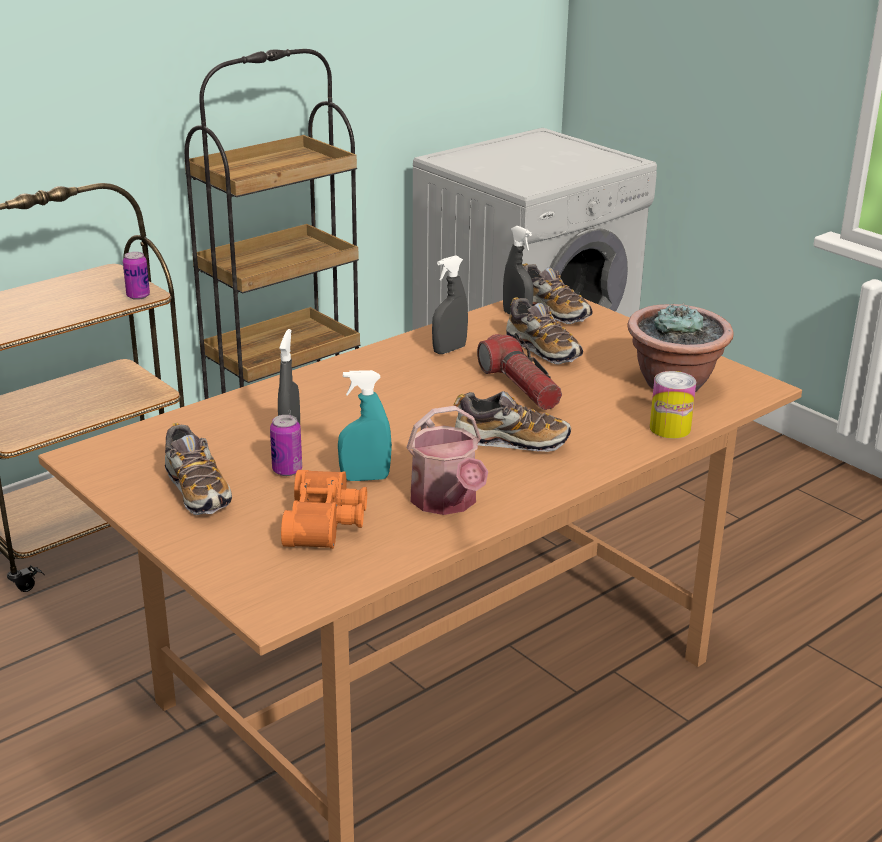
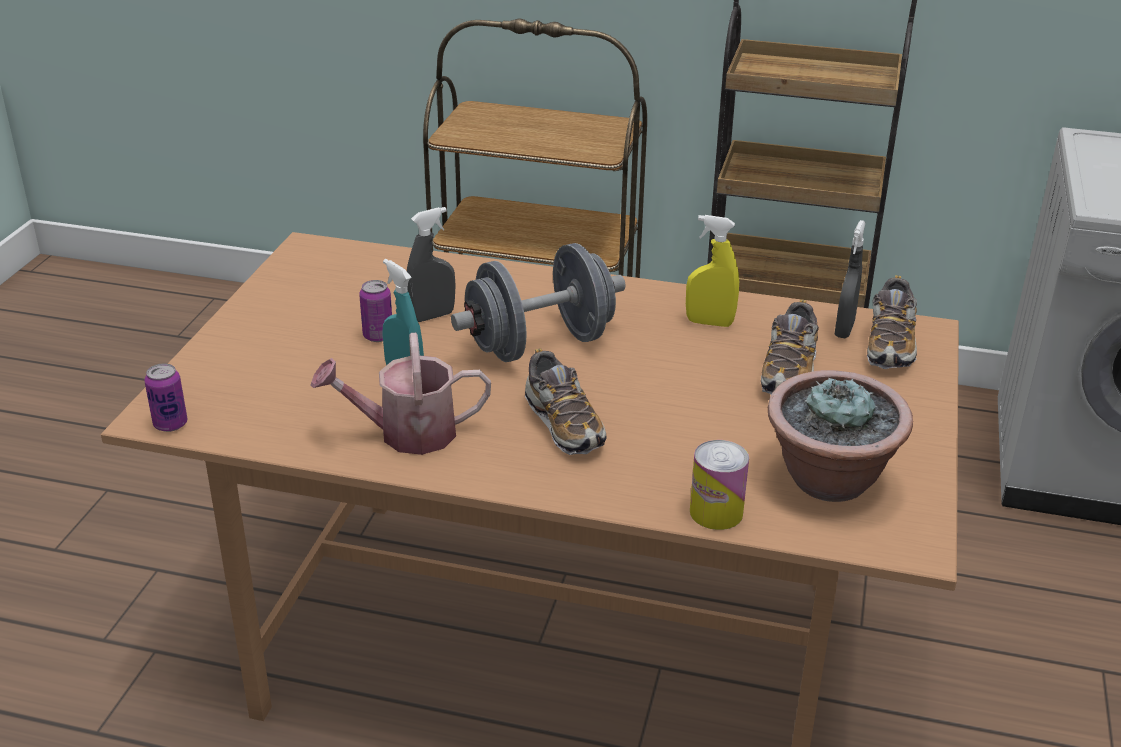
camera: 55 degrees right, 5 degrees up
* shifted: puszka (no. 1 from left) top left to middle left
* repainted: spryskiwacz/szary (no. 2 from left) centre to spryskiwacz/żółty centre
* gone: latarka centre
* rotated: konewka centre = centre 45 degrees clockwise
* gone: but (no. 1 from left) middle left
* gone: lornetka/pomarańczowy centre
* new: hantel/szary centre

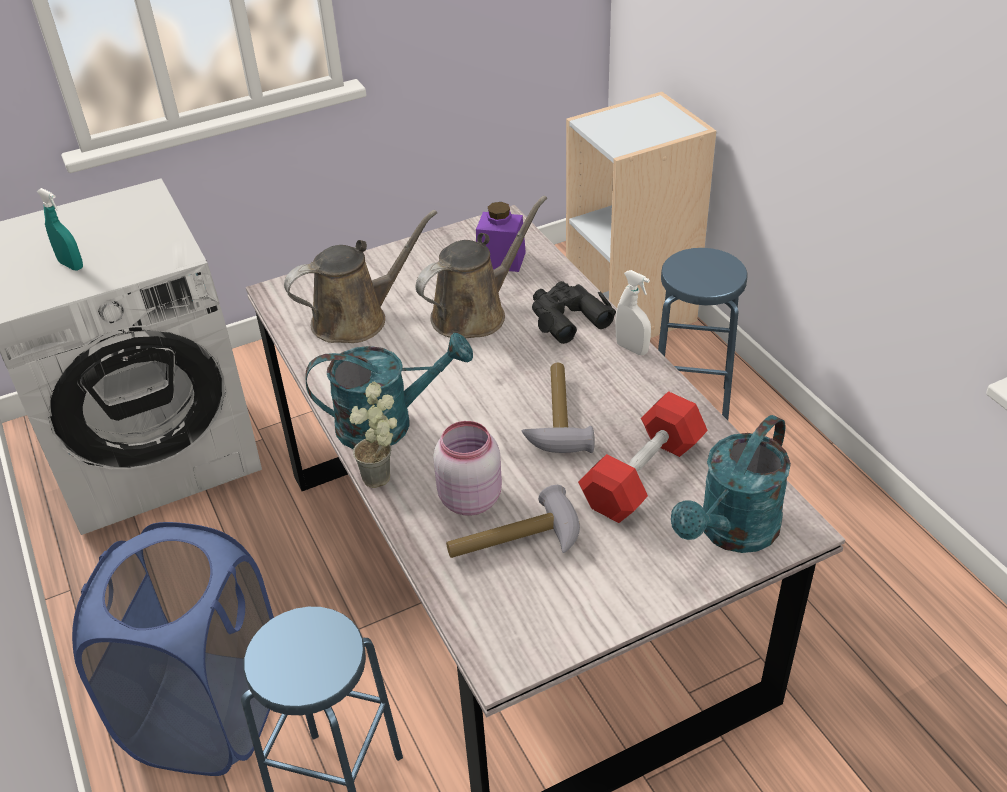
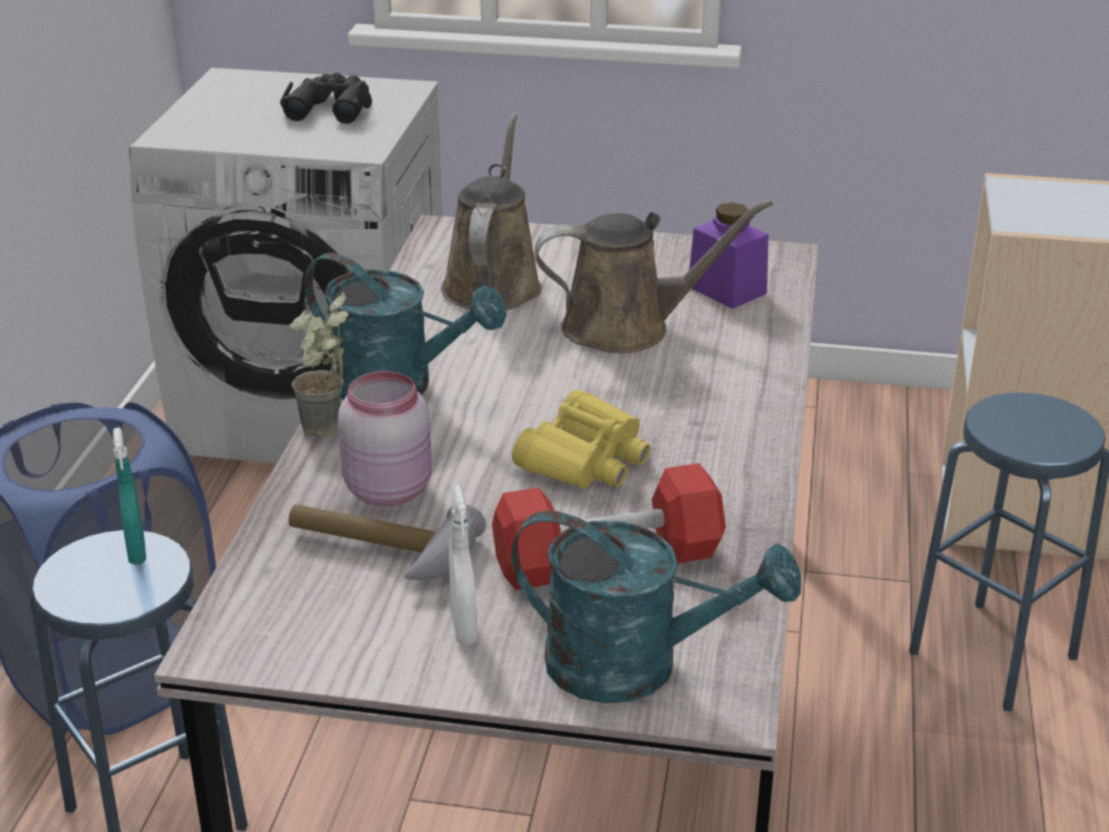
camera: 35 degrees right, 10 degrees down
* shifted: spryskiwacz/turkusowy top left to middle left
* rotated: konewka/brązowy (no. 1 from left) centre = top centre 90 degrees counterclockwise
* shifted: spryskiwacz/biały centre to bottom centre
* shifted: lornetka/czarny centre to top left
* swapped: młotek (no. 2 from left) centre to lornetka/żółty centre
* rotated: konewka/turkusowy (no. 2 from left) middle right = bottom centre 150 degrees counterclockwise

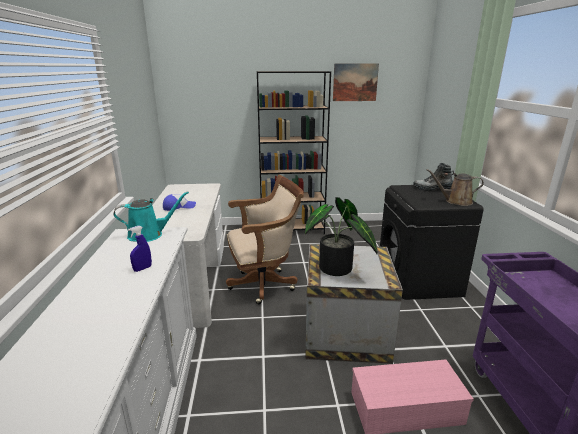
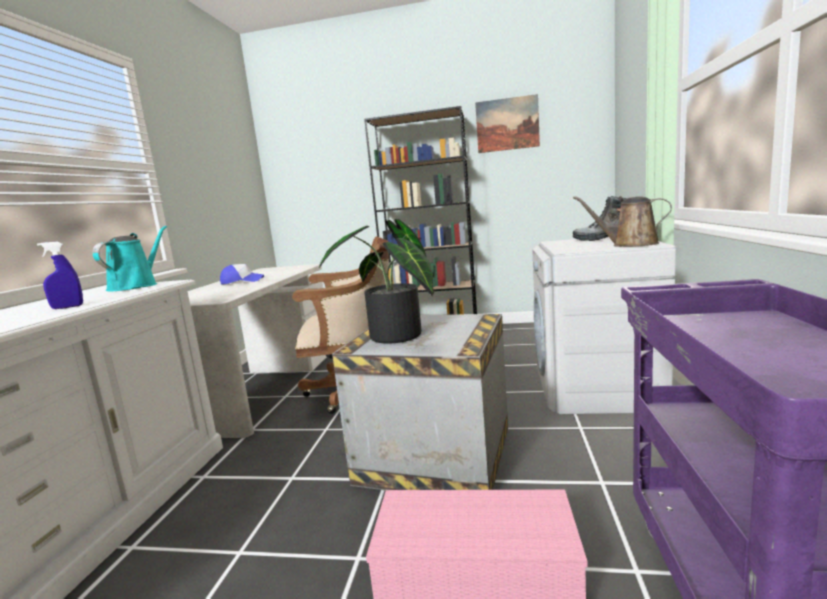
camera: 15 degrees right, 10 degrees down
* repainted: pralka/czarny middle right to pralka/biały middle right
* rotated: konewka/turkusowy middle left = middle left 75 degrees counterclockwise

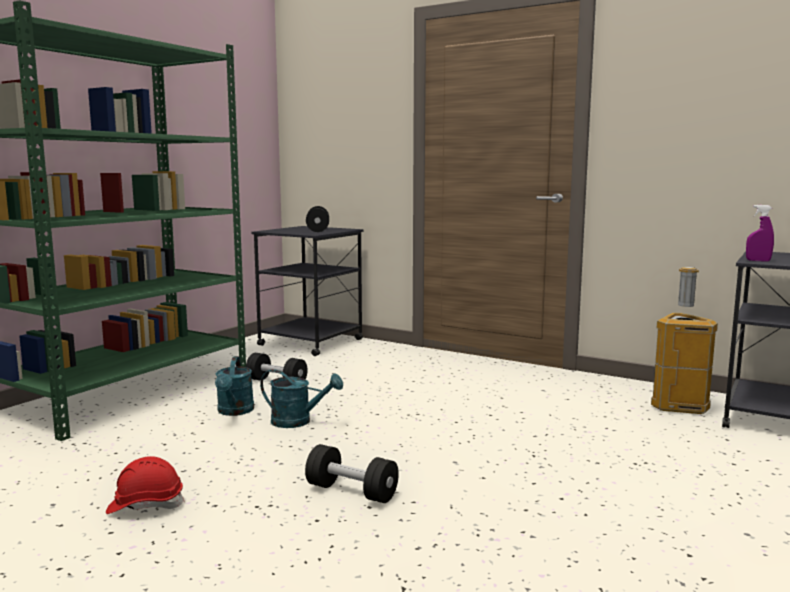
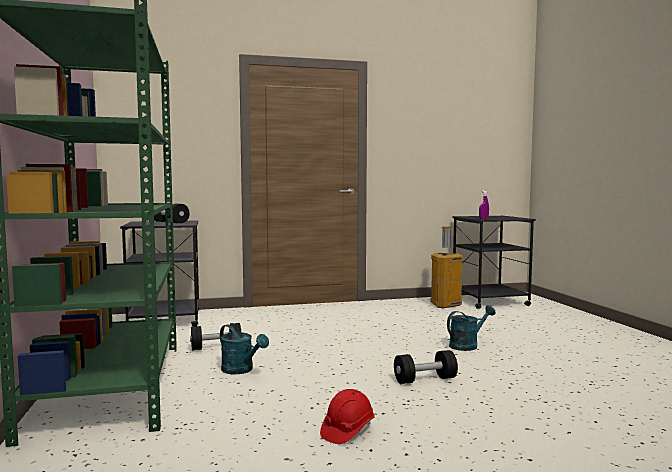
camera: 45 degrees left, 5 degrees down
* shifted: konewka/turkusowy (no. 2 from left) bottom centre to bottom right

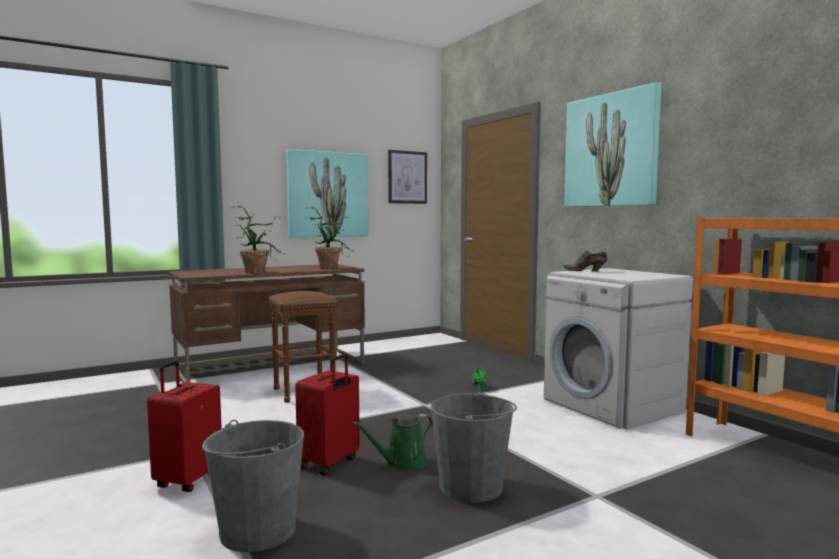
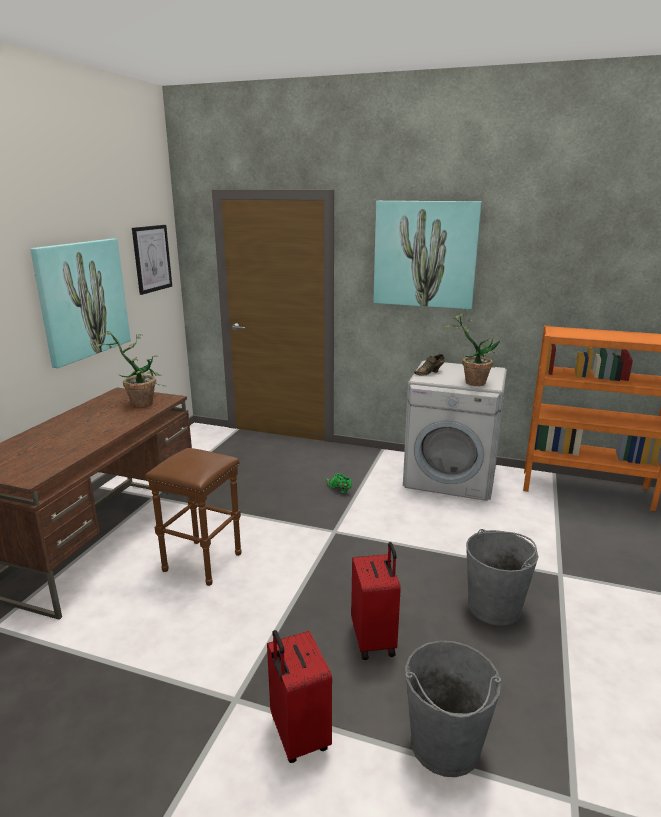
camera: 40 degrees left, 15 degrees up
* shifted: roślina doniczkowa (no. 1 from left in the first image) middle left to roślina doniczkowa (no. 2 from left) middle right
* gone: konewka/zielony bottom centre

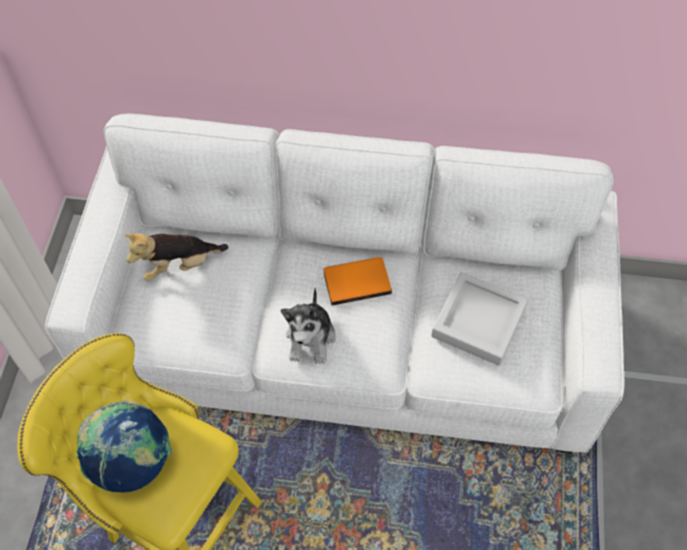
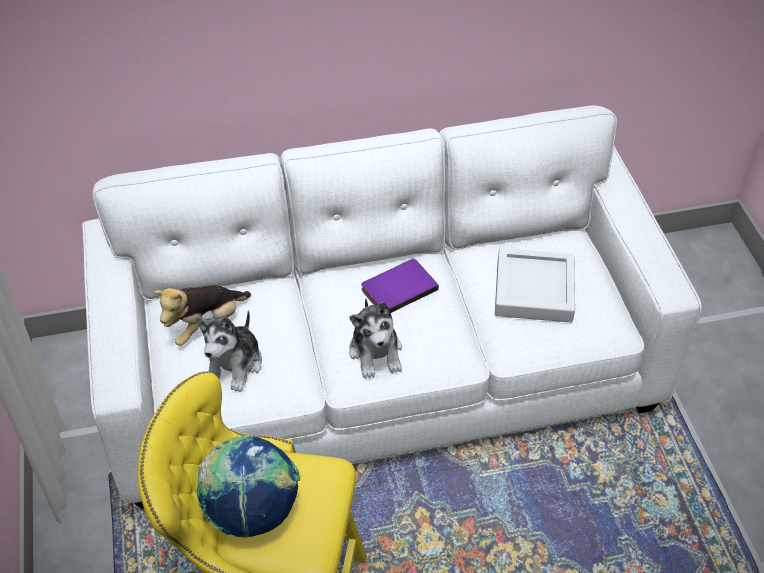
camera: 20 degrees left, 10 degrees down
* repainted: książka/pomarańczowy centre to książka/fioletowy centre
* new: pluszak (no. 2 from left) middle left

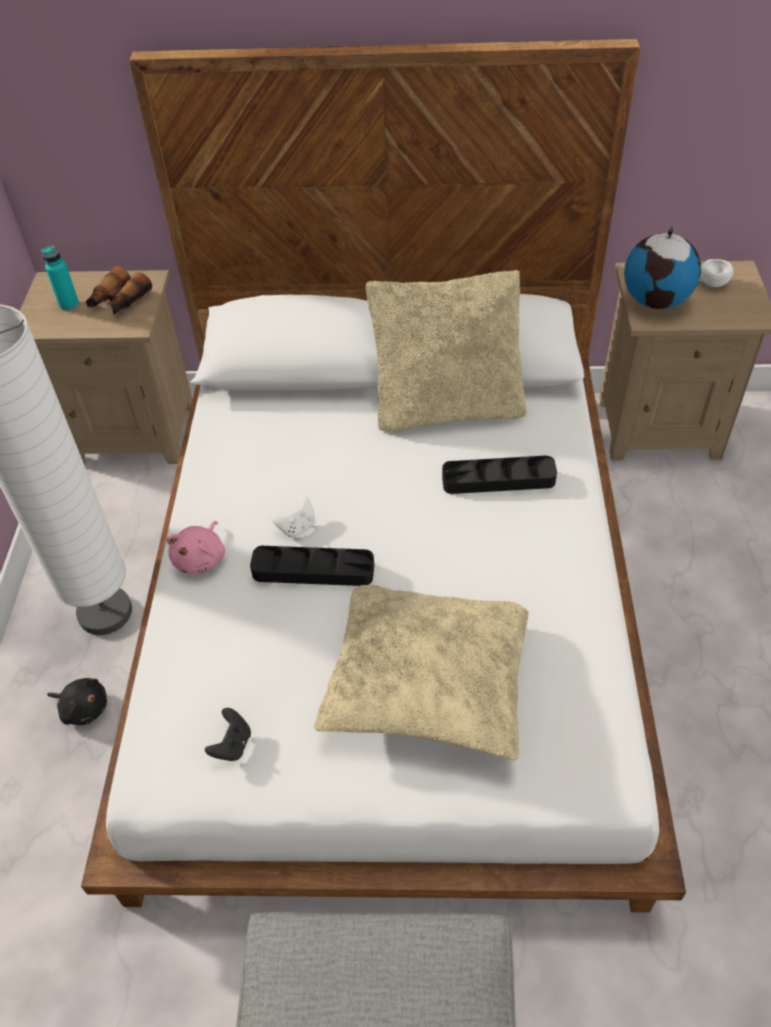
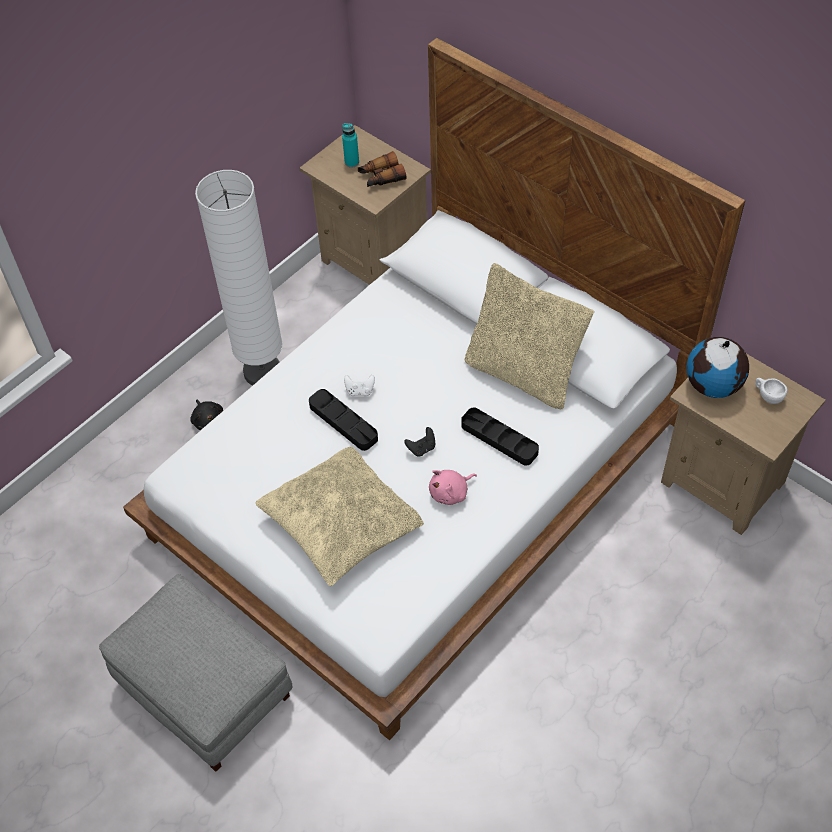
camera: 40 degrees right, 5 degrees up
* shifted: pluszak/różowy middle left to centre
* shifted: pad do gier/czarny bottom left to centre

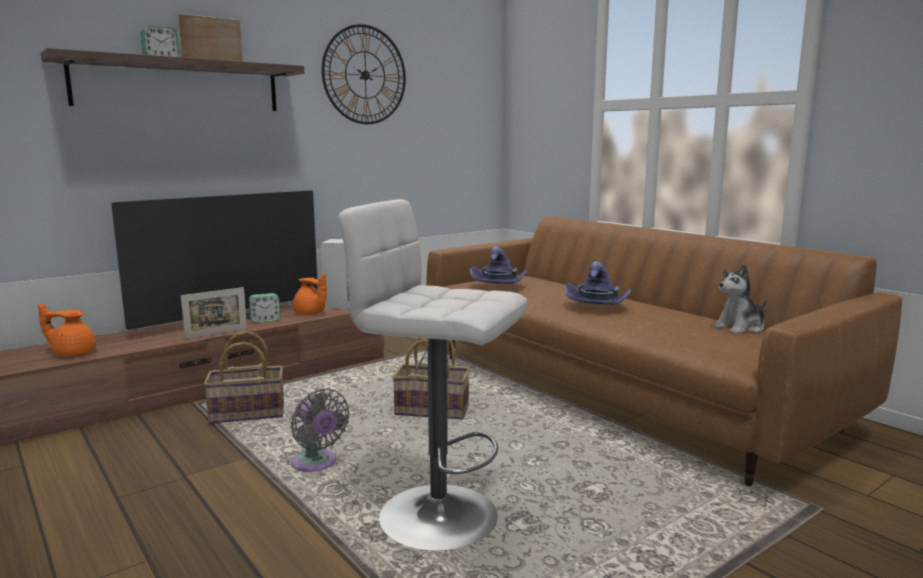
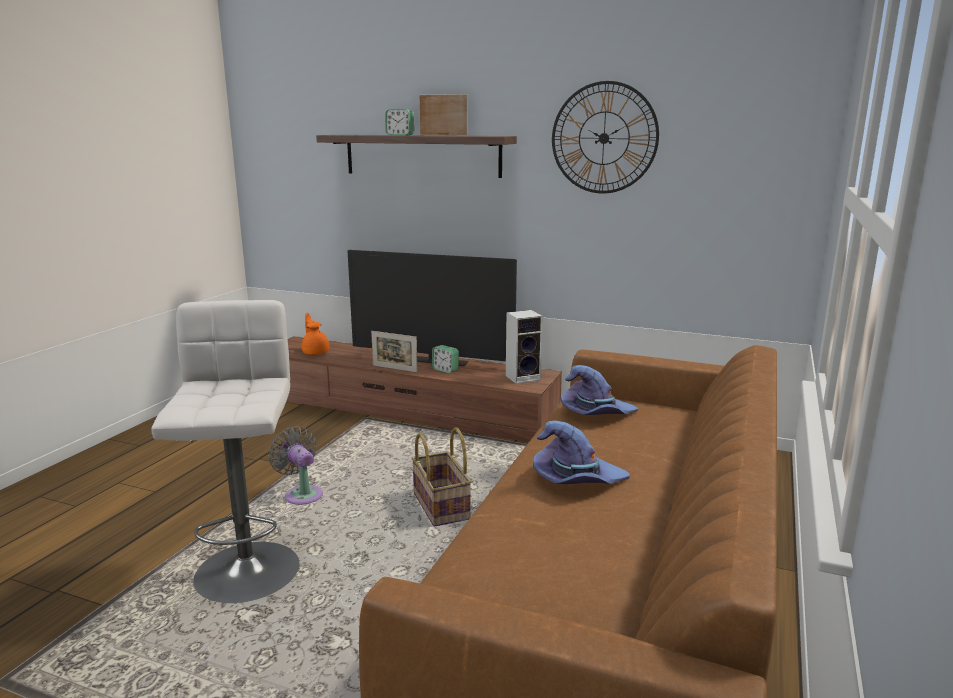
camera: 60 degrees right, 5 degrees up
* gone: pluszak middle right
* gone: imbryk/pomarańczowy (no. 2 from left) centre
* gone: koszyk (no. 1 from left) middle left
* rotated: wentylator/szary bottom centre = middle left 120 degrees clockwise

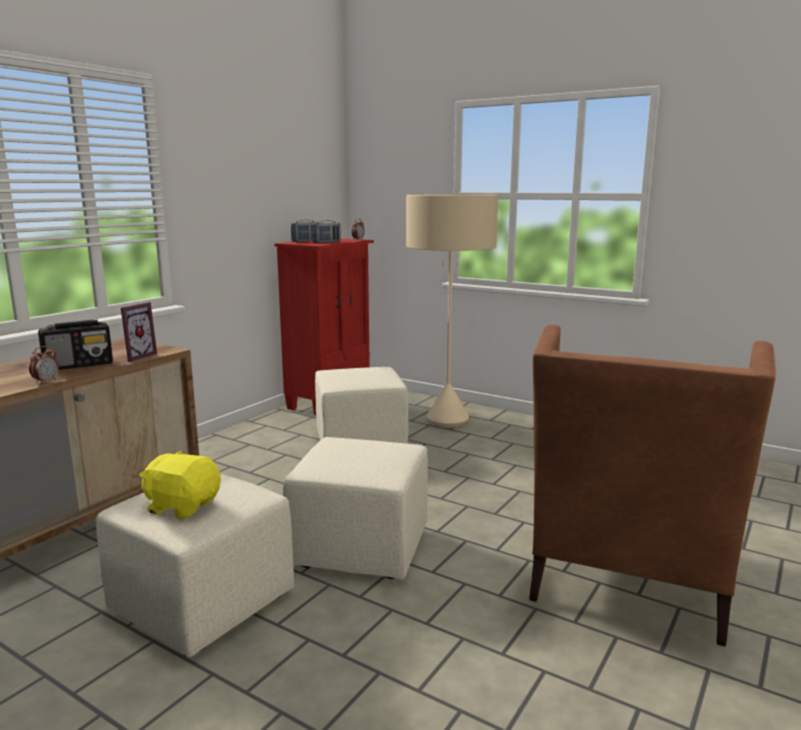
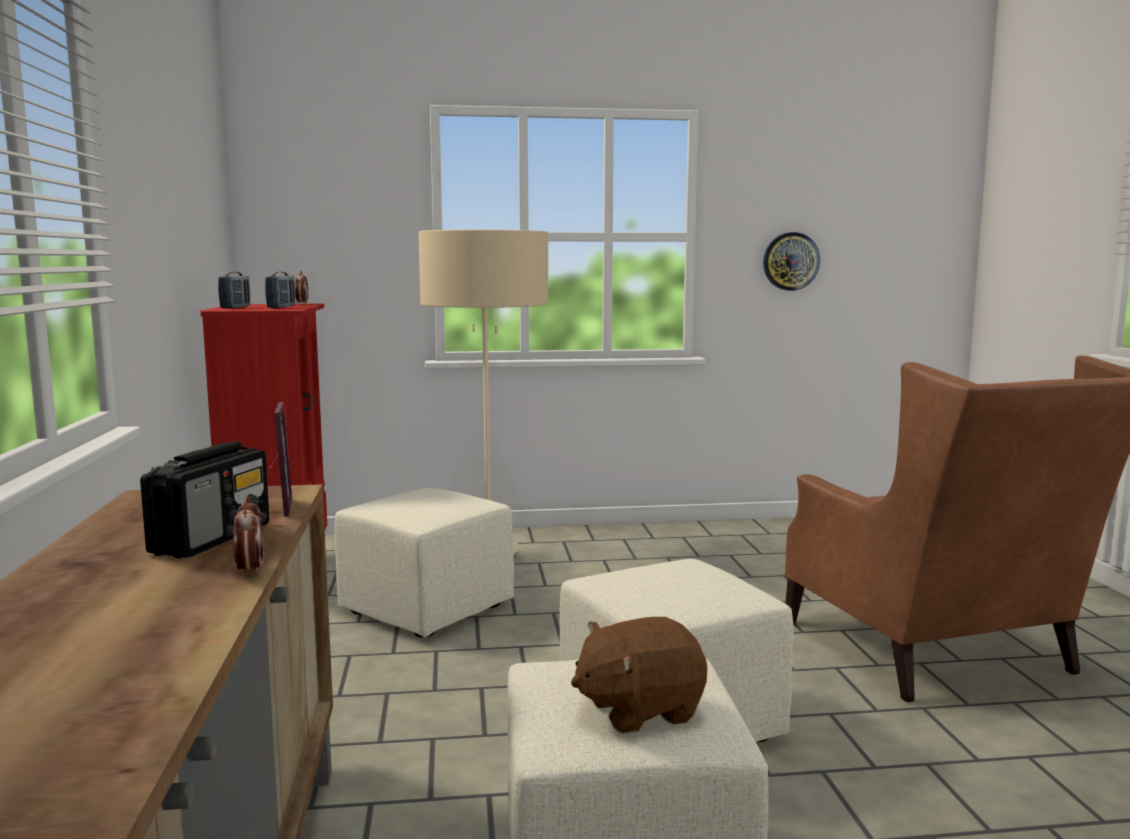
camera: 40 degrees left, 5 degrees down
* repainted: pluszak/żółty middle left to pluszak/brązowy bottom centre
* new: zegar ścienny top right

